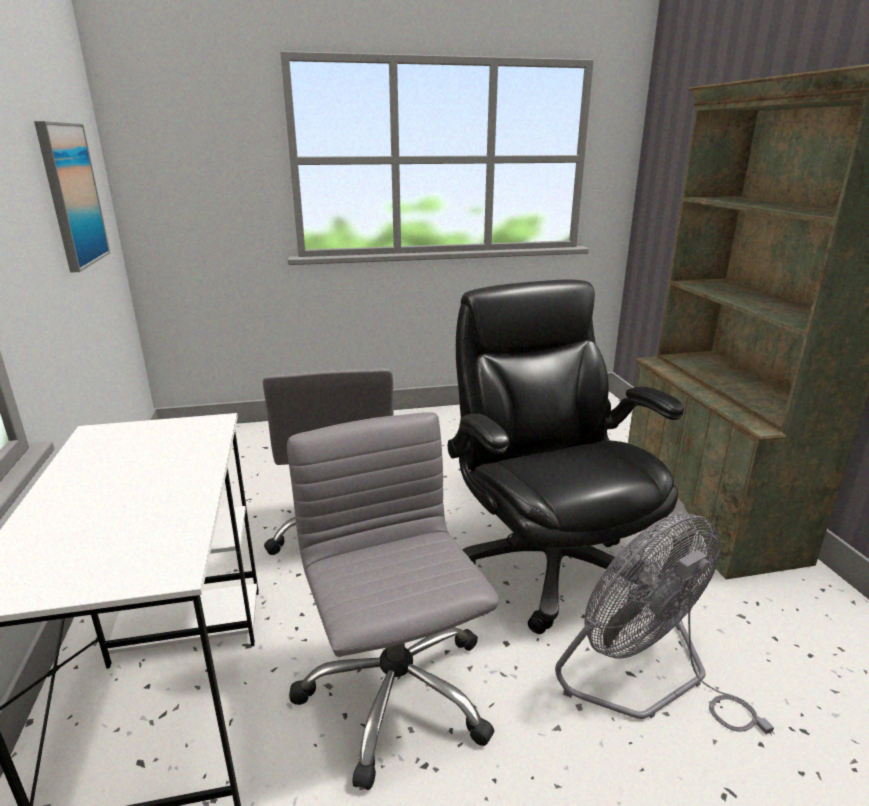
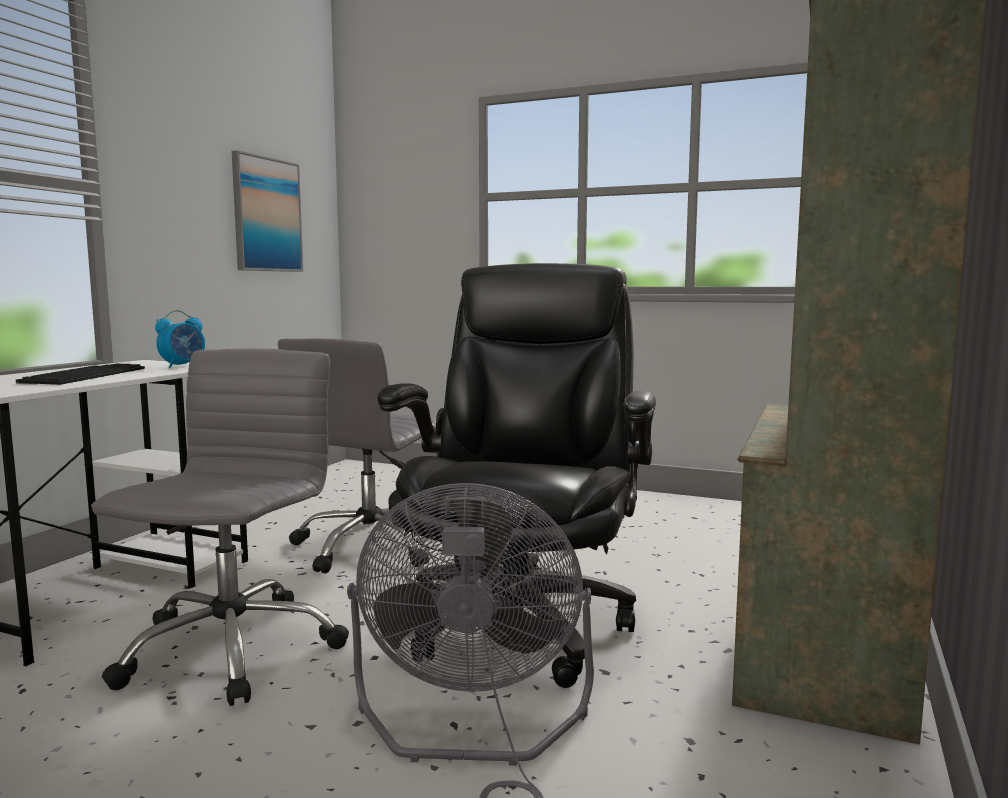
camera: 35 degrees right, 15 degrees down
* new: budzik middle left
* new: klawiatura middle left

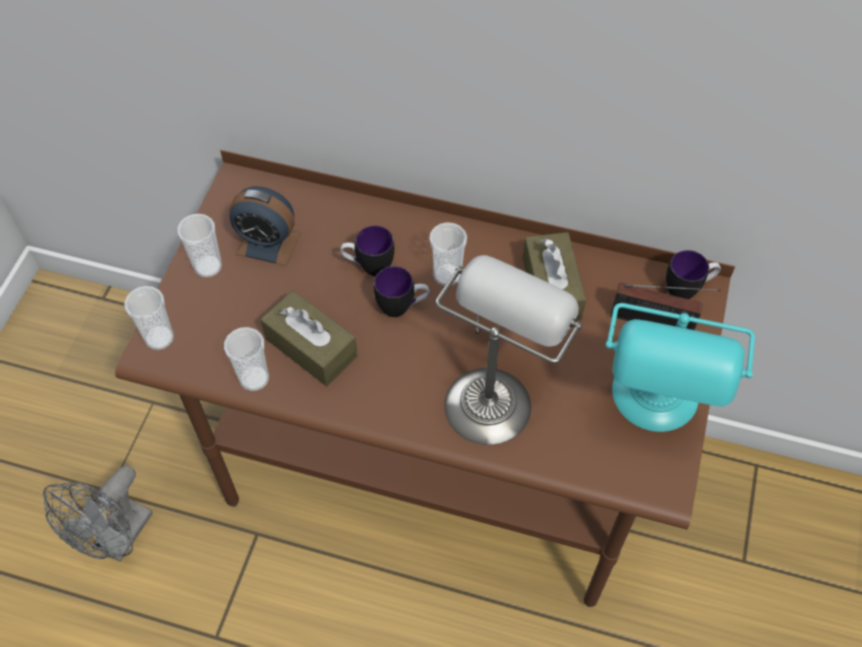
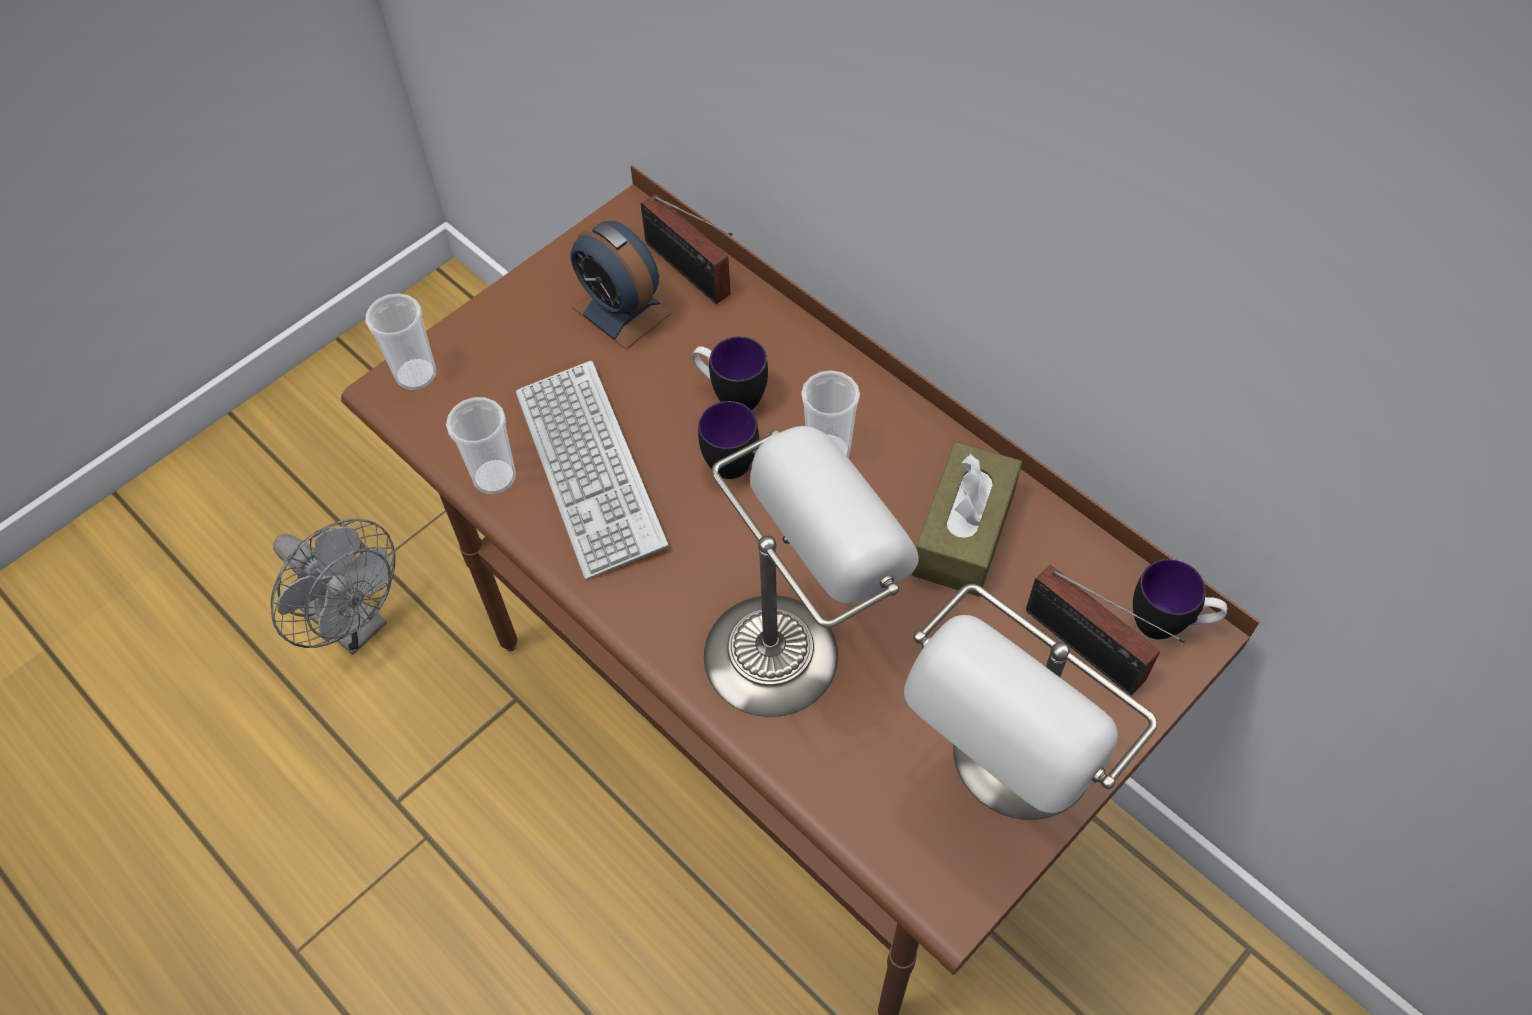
camera: 30 degrees right, 0 degrees up
* gone: filiżanka (no. 2 from left) middle left
* swapped: pudełko chusteczek/brązowy (no. 1 from left) centre to klawiatura centre
* repainted: lampa stołowa/turkusowy middle right to lampa stołowa/biały (no. 2 from left) bottom right
* rotated: wentylator/szary bottom left = middle left 105 degrees counterclockwise
* new: radio (no. 1 from left) top centre

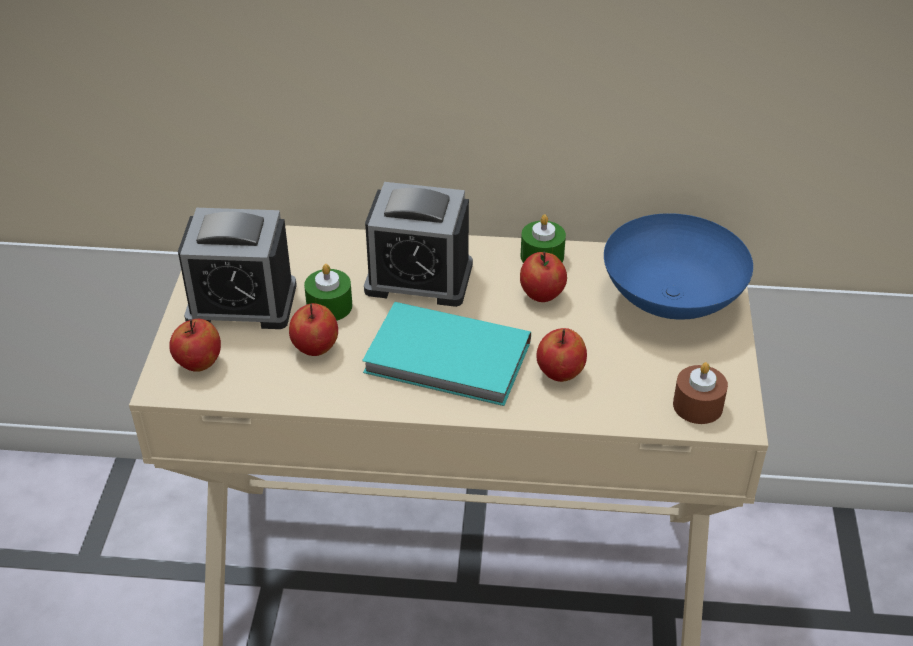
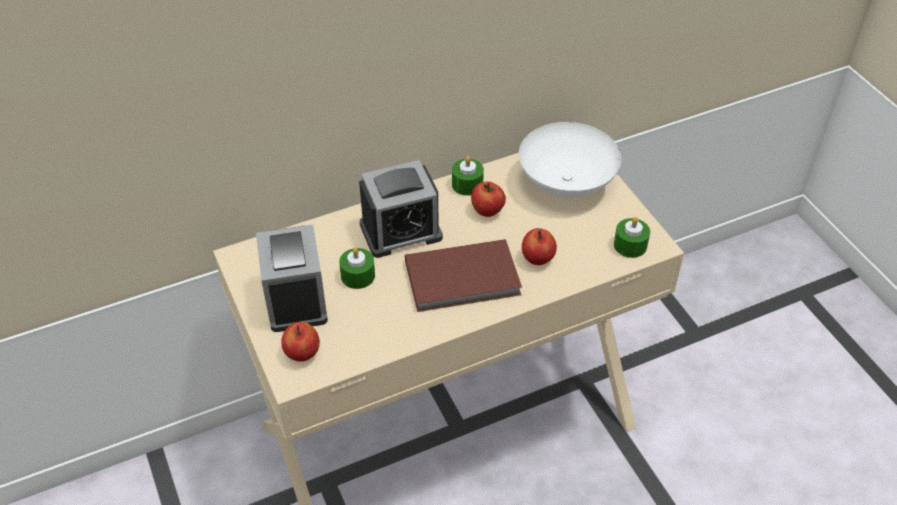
camera: 30 degrees left, 5 degrees up
* rotated: budzik (no. 1 from left) middle left = middle left 75 degrees counterclockwise
* repainted: miska/niebieski middle right to miska/biały top centre
* repainted: książka/turkusowy centre to książka/brązowy centre
* gone: jabłko (no. 2 from left) centre
* repainted: świeca/brązowy middle right to świeca/zielony (no. 3 from left) middle right

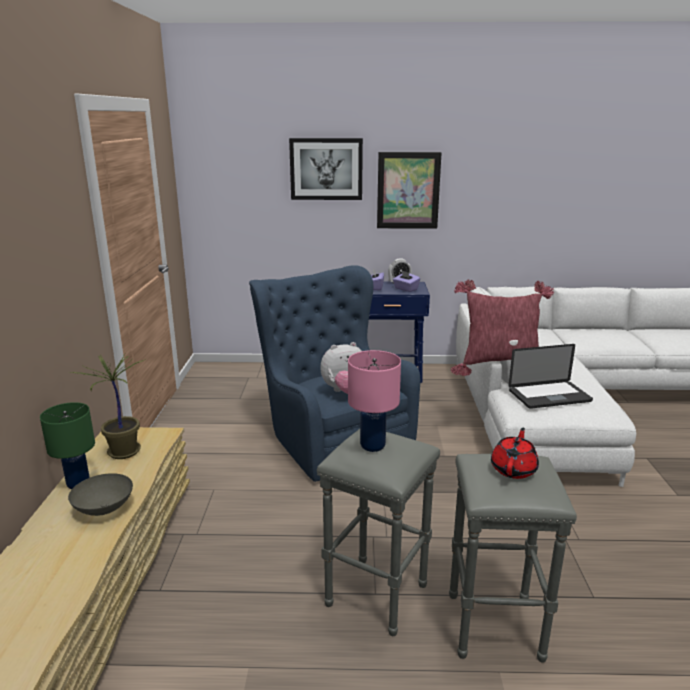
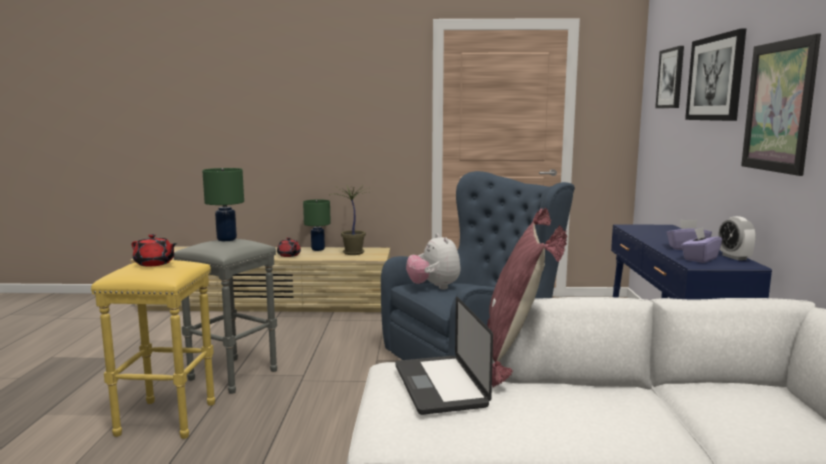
camera: 90 degrees right, 10 degrees down
* repainted: lampa stołowa/różowy centre to lampa stołowa/zielony (no. 1 from left) middle left
* repainted: stołek/szary (no. 2 from left) bottom right to stołek/żółty bottom left
* swapped: miska/szary bottom left to imbryk/czerwony (no. 2 from left) centre
* new: obraz (no. 1 from left) top right

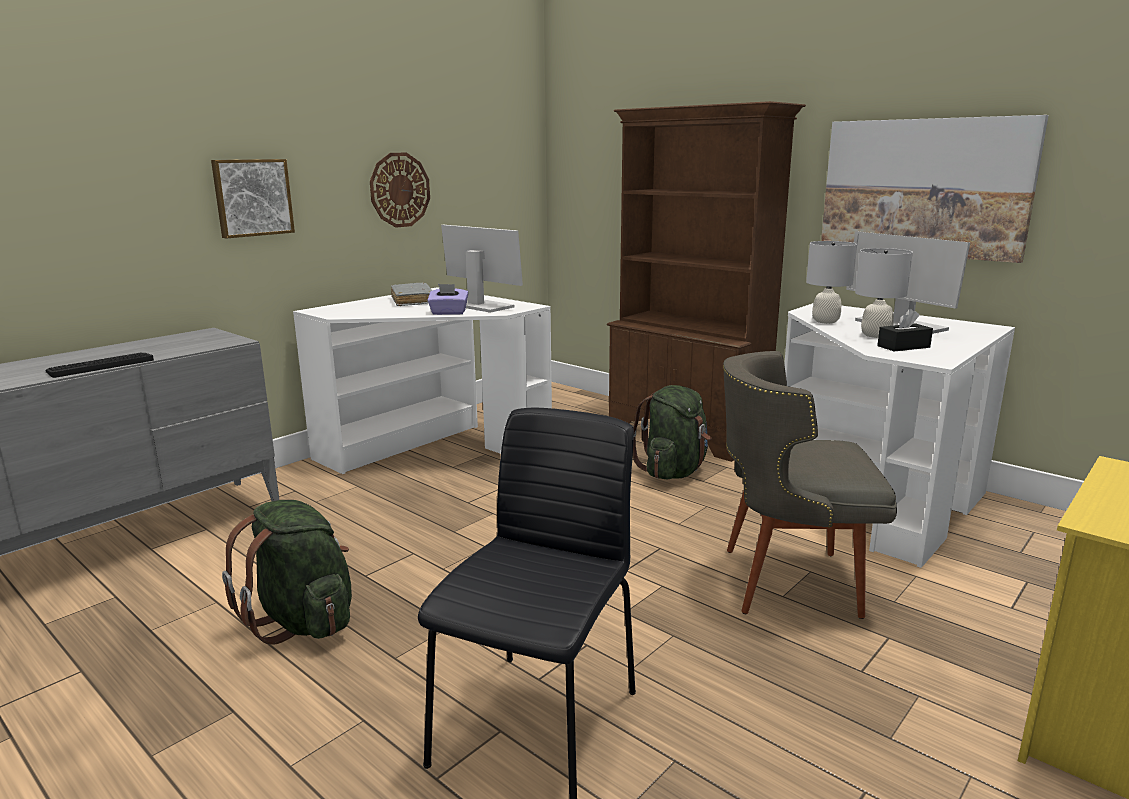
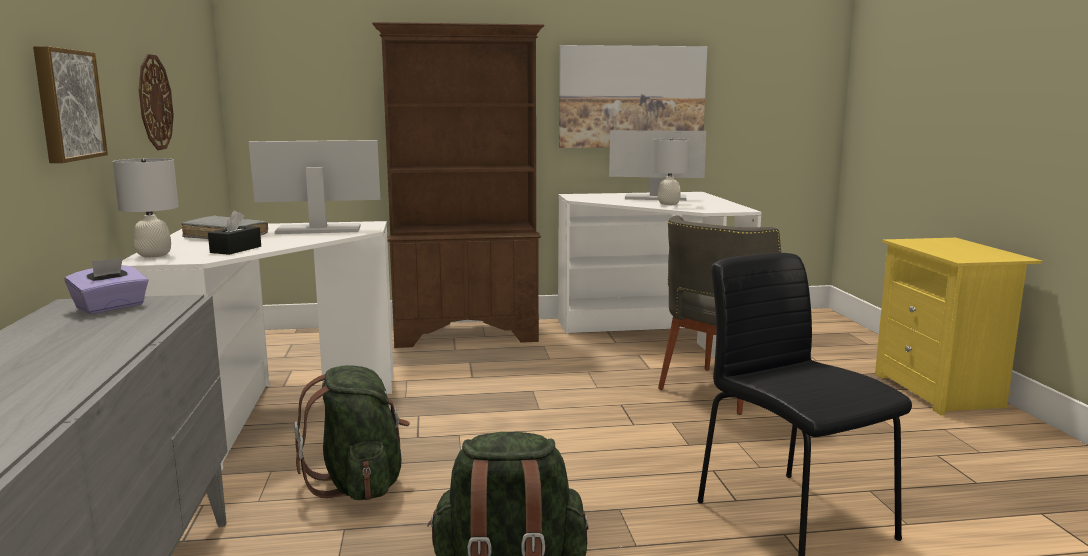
camera: 50 degrees left, 5 degrees down
* shifted: lampa stołowa/szary (no. 1 from left) middle right to middle left
* shifted: pudełko chusteczek/fioletowy centre to middle left
* shifted: pudełko chusteczek/czarny middle right to middle left
* gone: klawiatura middle left
* shifted: plecak/zielony (no. 2 from left in the first image) centre to plecak/zielony (no. 1 from left) bottom left

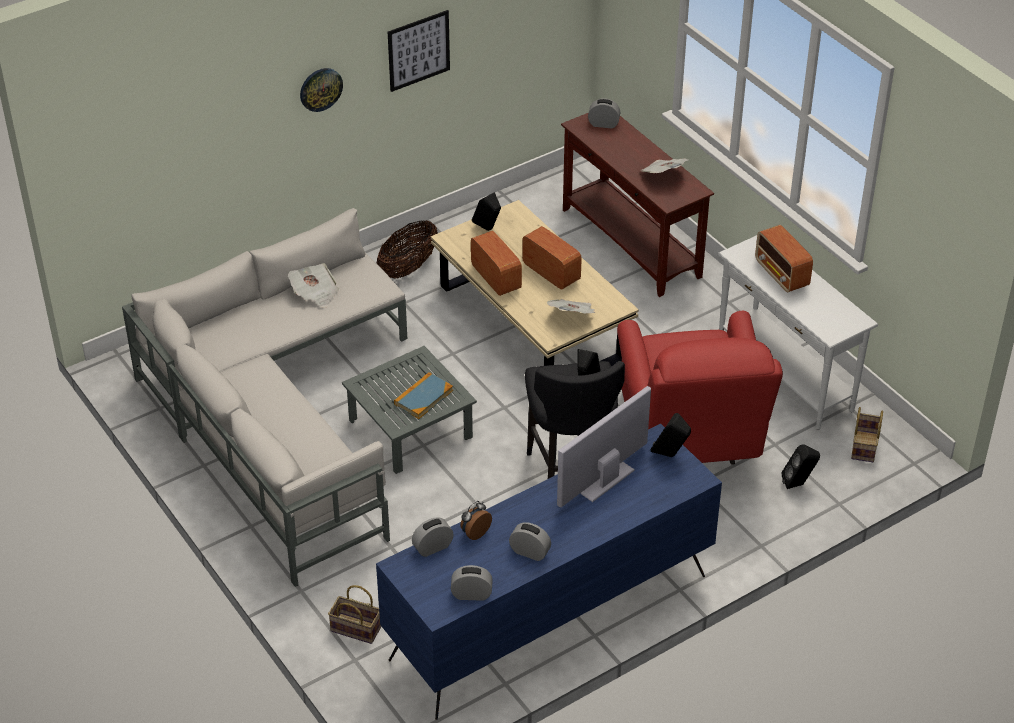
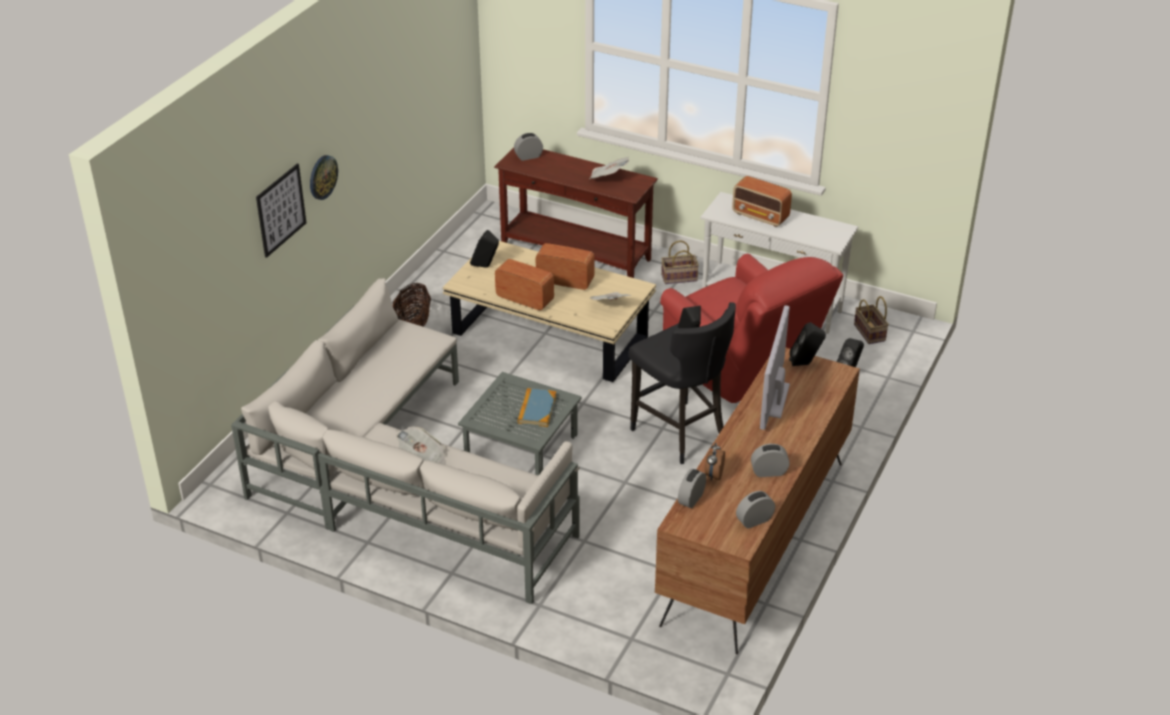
camera: 30 degrees left, 5 degrees down
* shifted: obraz top centre to top left
* shifted: gazeta (no. 1 from left) middle left to centre
* repainted: szafka pod telewizor/niebieski bottom centre to szafka pod telewizor/brązowy bottom centre
* shifted: koszyk (no. 1 from left in the first image) bottom centre to koszyk (no. 2 from left) centre

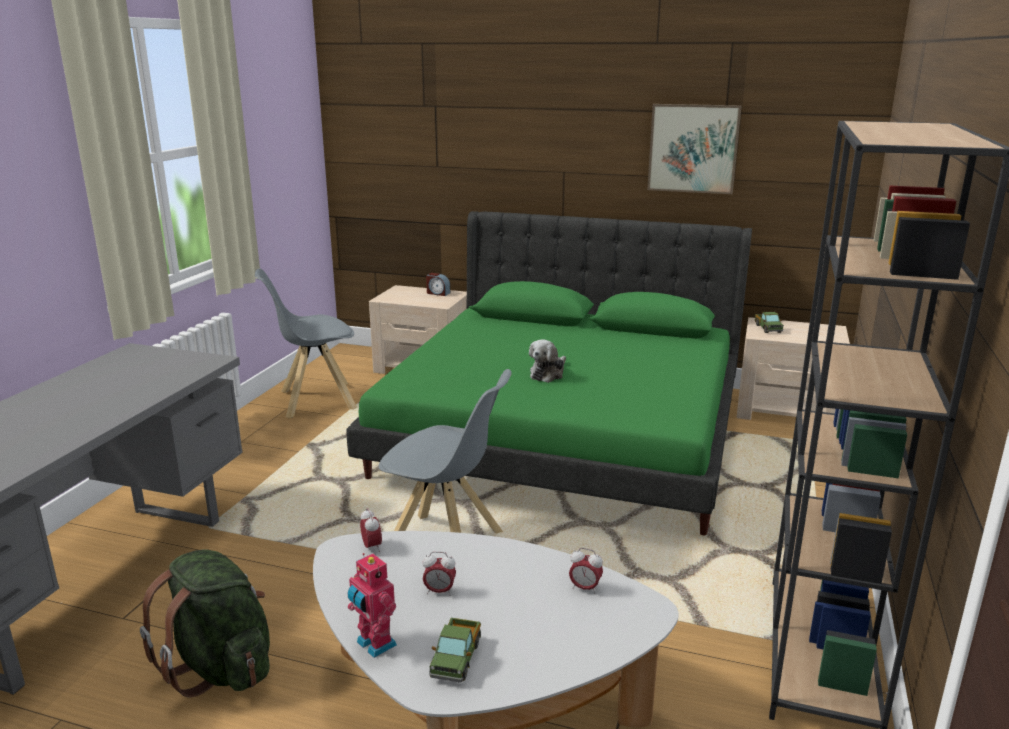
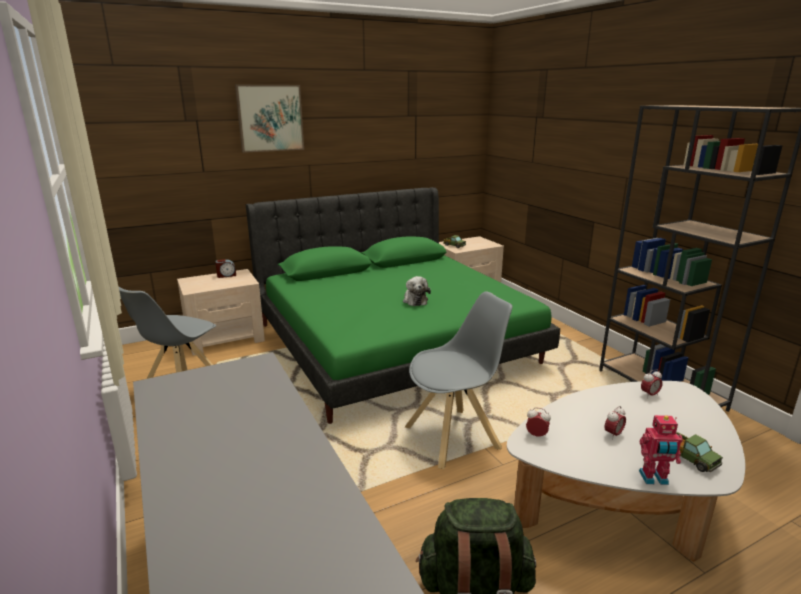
camera: 45 degrees left, 0 degrees up
* shifted: obraz top right to top centre

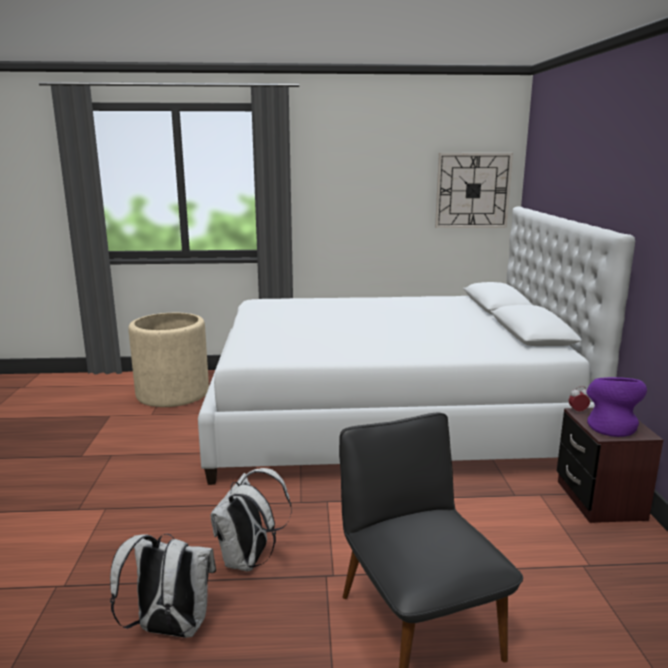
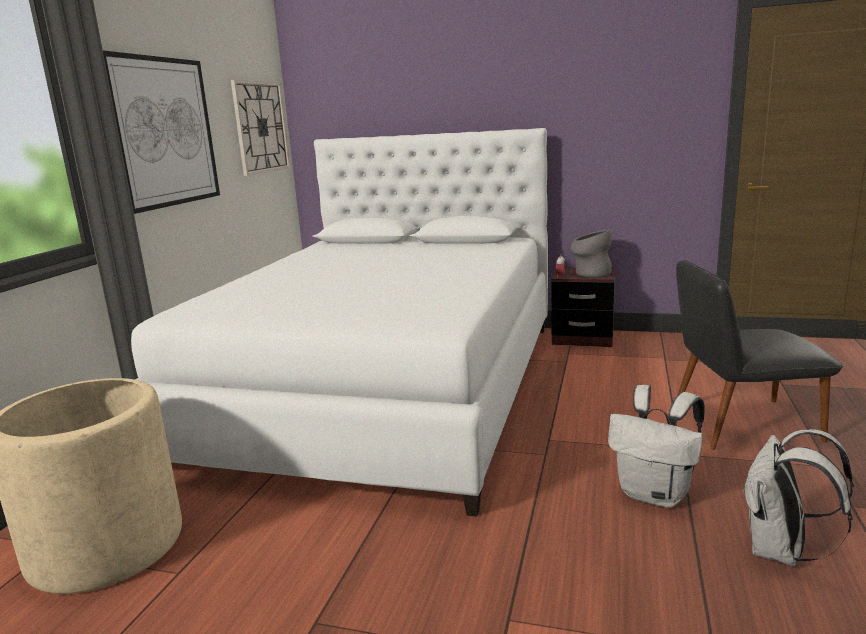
camera: 70 degrees left, 0 degrees up
* repainted: wazon/fioletowy middle right to wazon/szary middle right
* new: obraz top left

